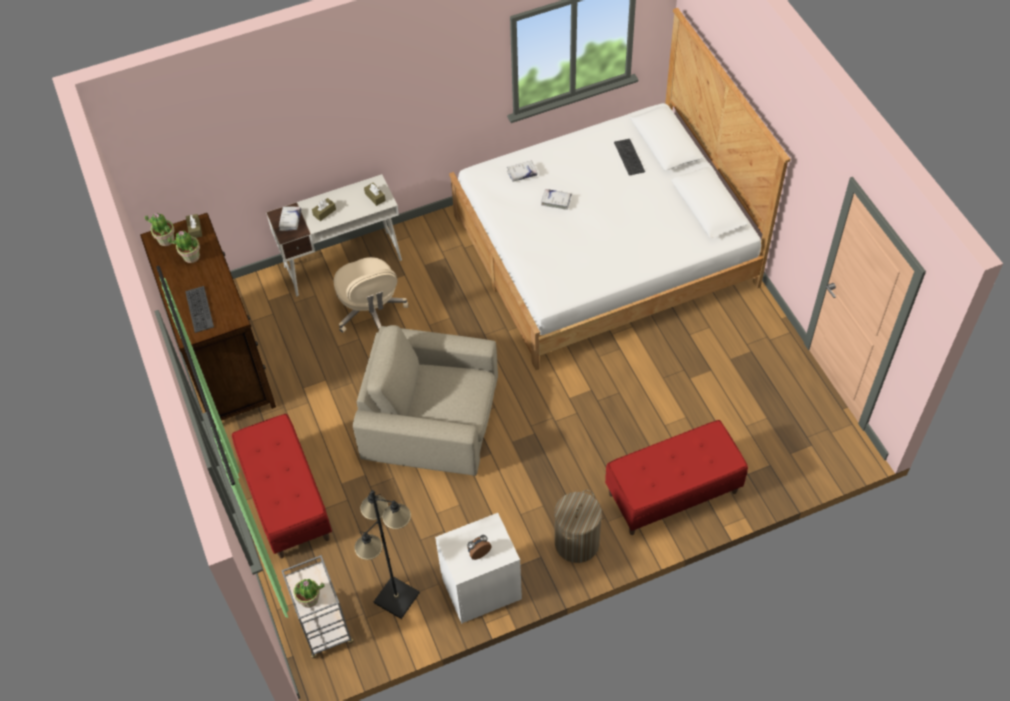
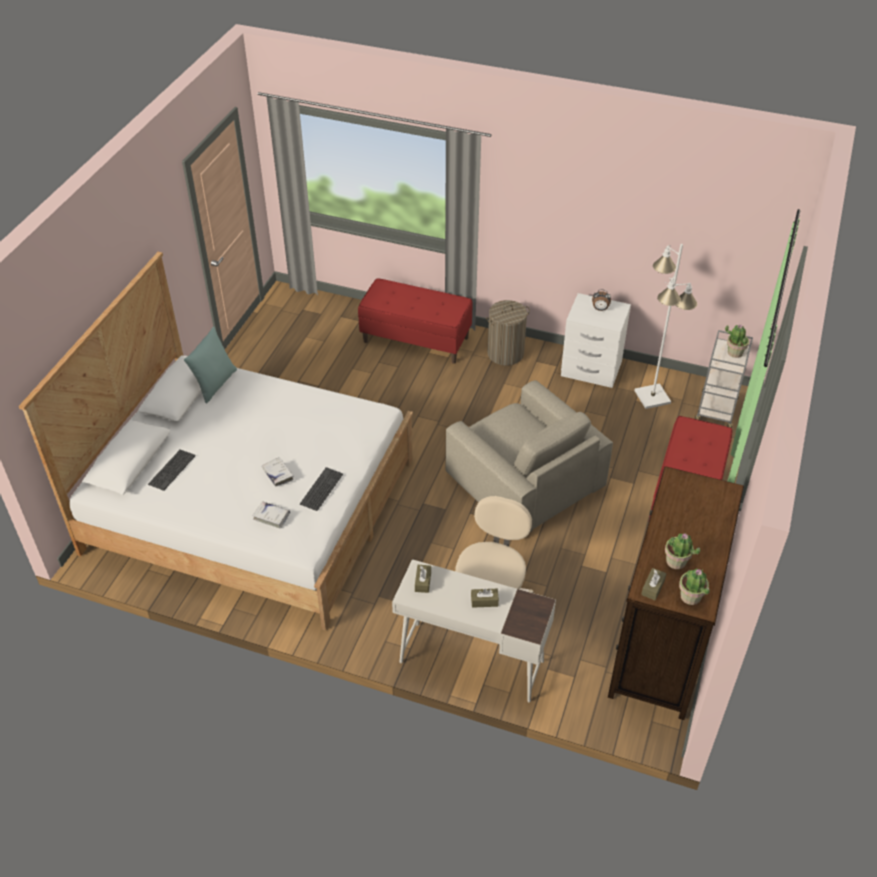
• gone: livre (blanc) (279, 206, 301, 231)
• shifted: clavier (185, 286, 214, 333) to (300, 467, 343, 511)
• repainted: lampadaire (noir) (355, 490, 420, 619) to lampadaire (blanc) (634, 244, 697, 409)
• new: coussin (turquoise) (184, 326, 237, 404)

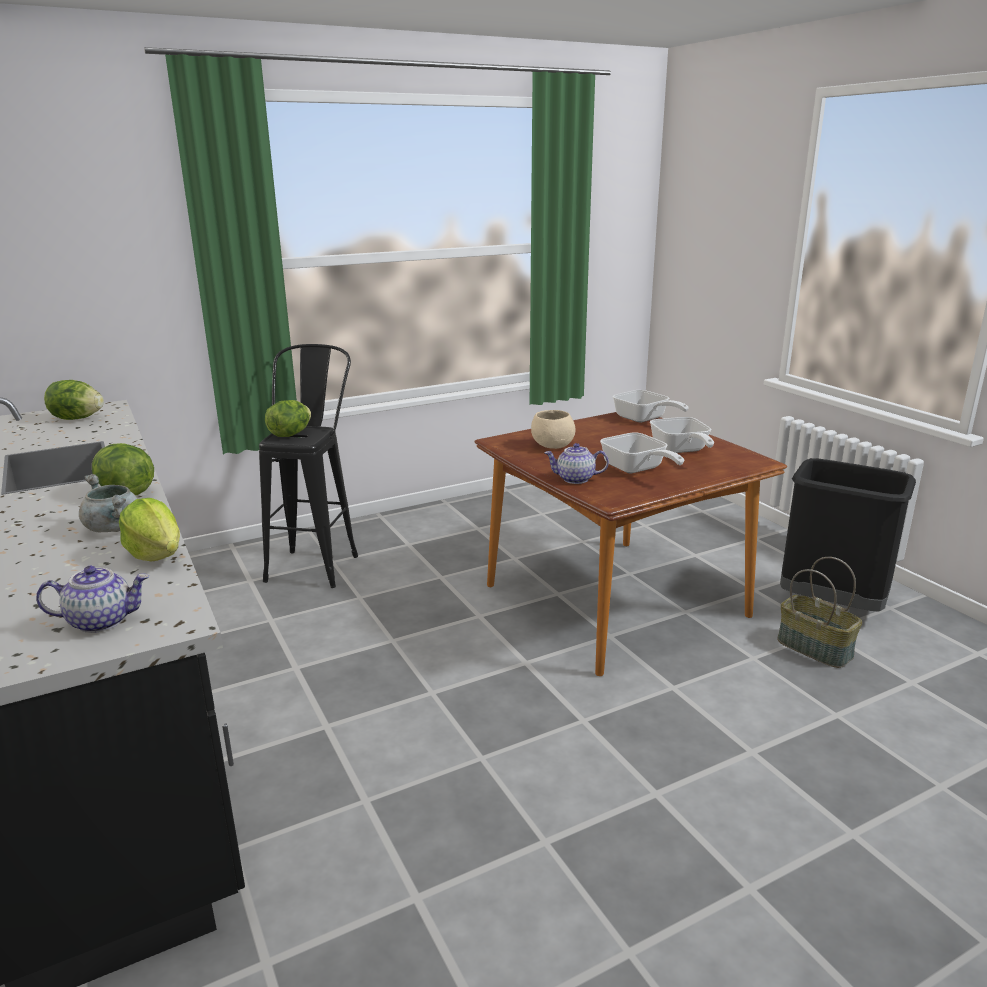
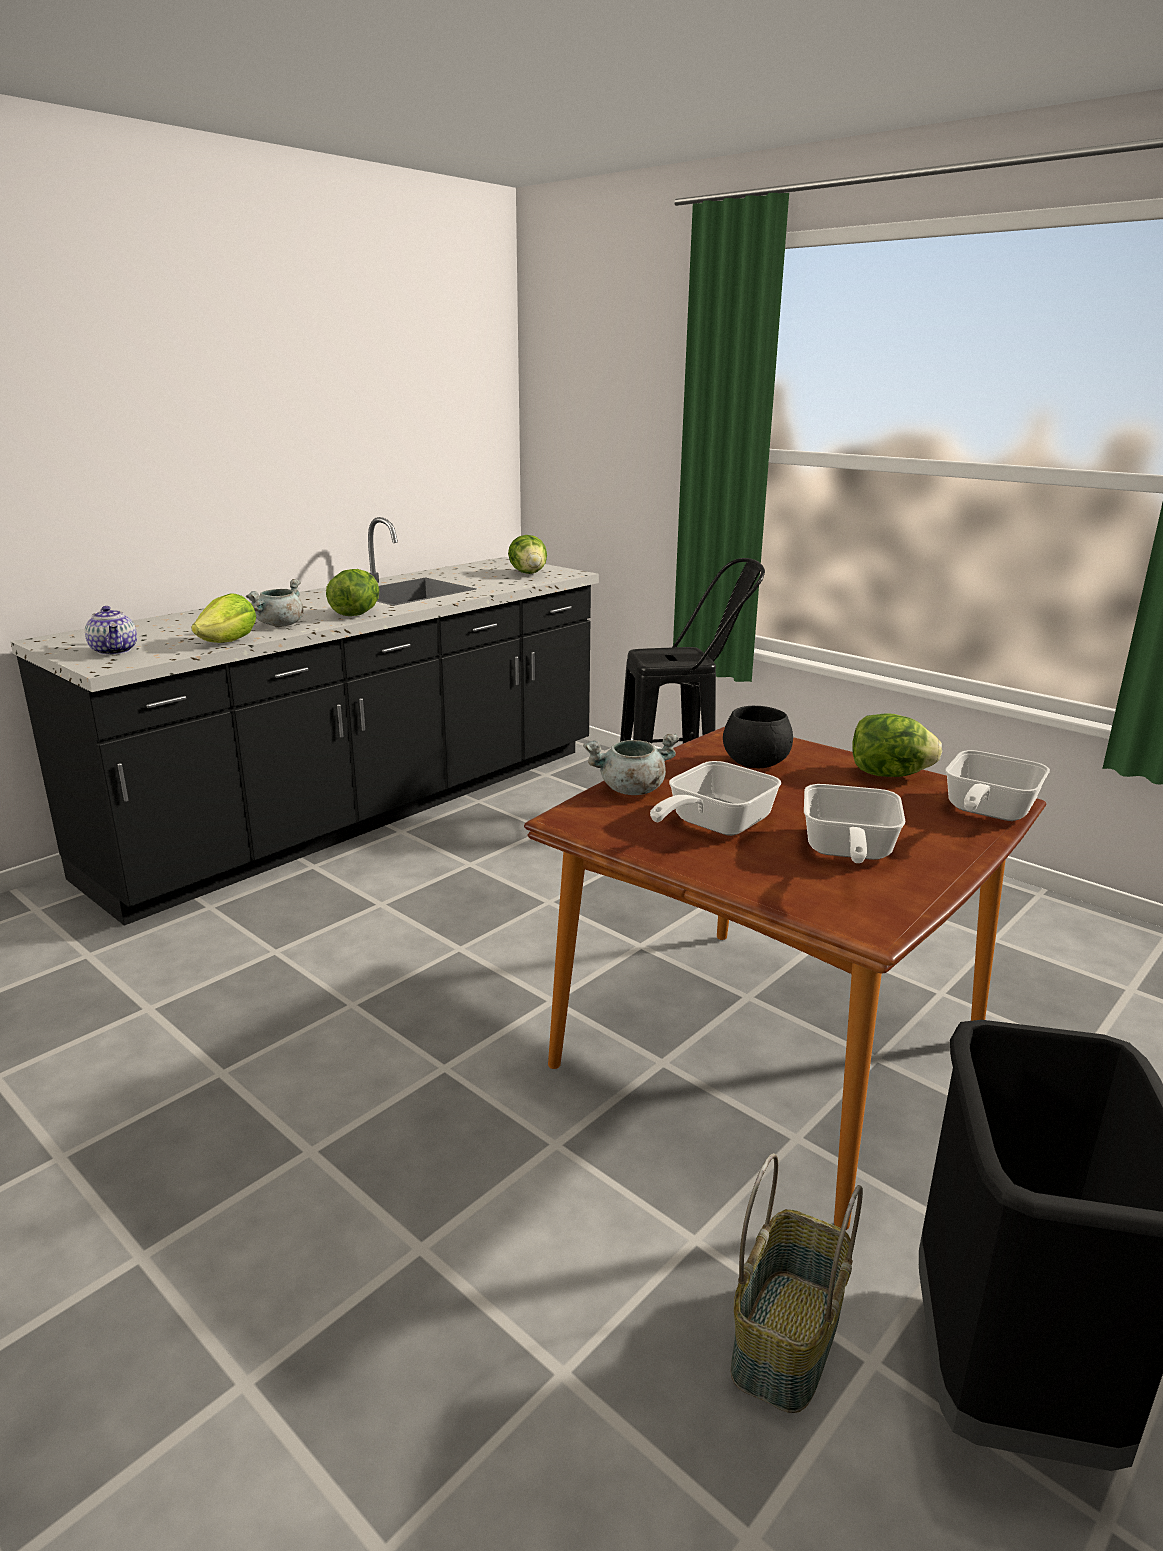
• shifted: laitue (265, 400, 311, 437) to (853, 713, 942, 777)
• repainted: bol (beige) (531, 410, 575, 449) to bol (noir) (723, 706, 793, 768)
• rotated: poêle (650, 417, 714, 453) = (804, 784, 906, 863) 45 degrees counterclockwise
• swapped: théière (544, 443, 609, 484) to marmite (gris) (583, 734, 679, 795)

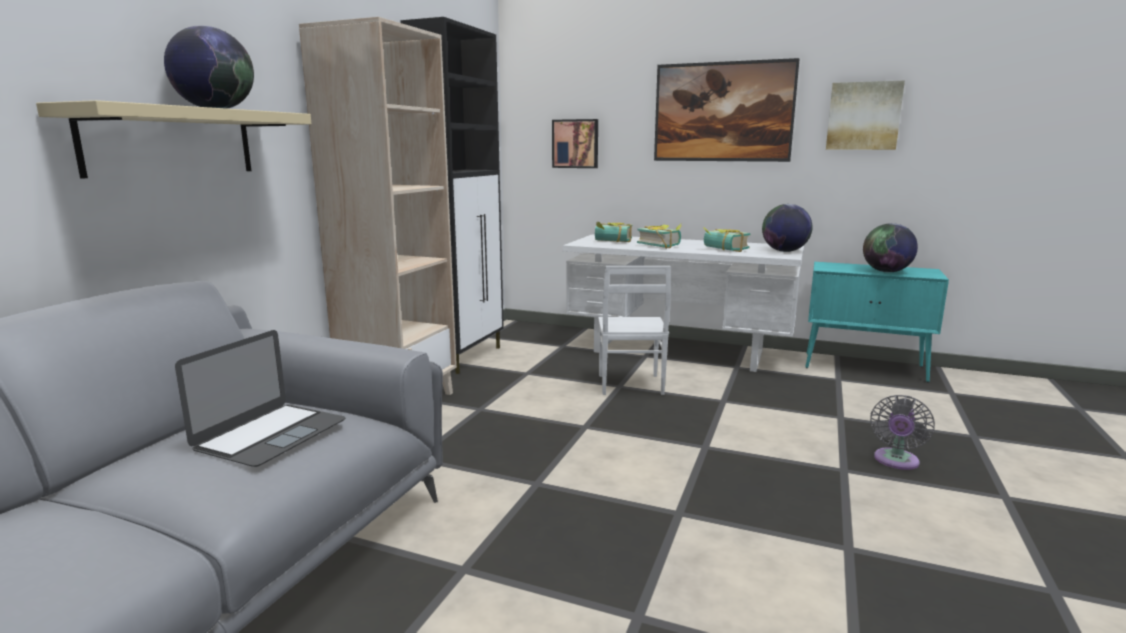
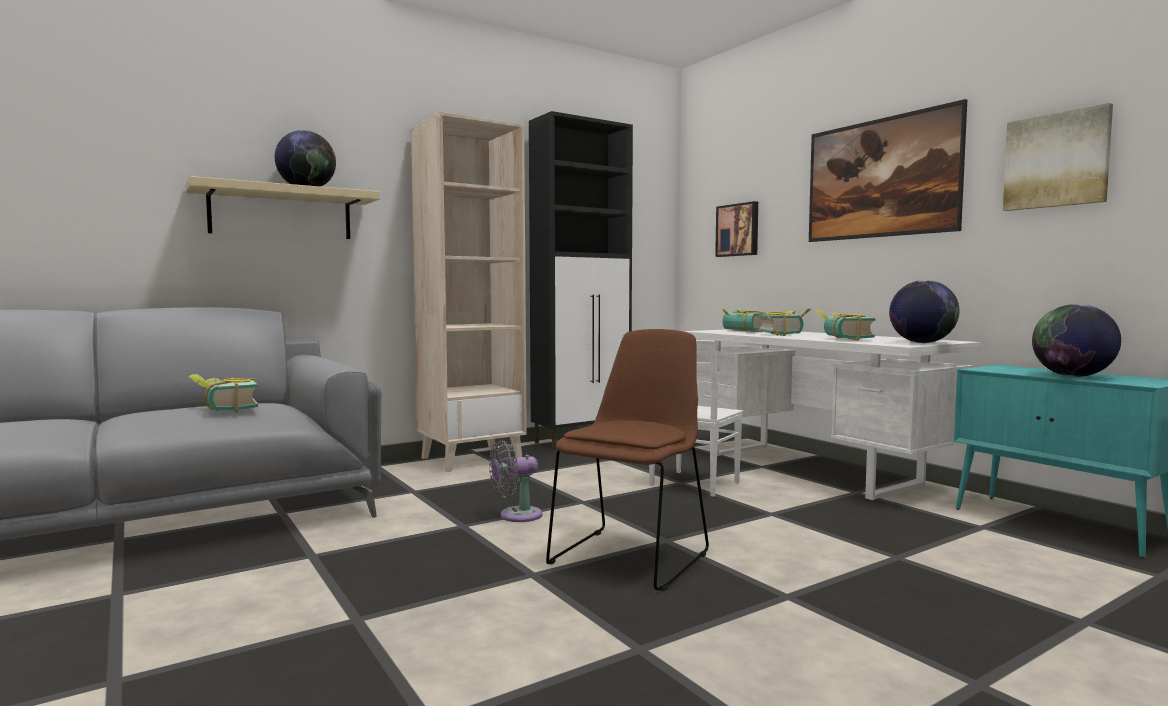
• swapped: ordinateur portable (175, 330, 345, 467) to livre (188, 374, 258, 413)
• shifted: ventilateur (gris) (870, 395, 935, 470) to (489, 440, 542, 522)
• new: chaise (marron) (546, 329, 709, 591)

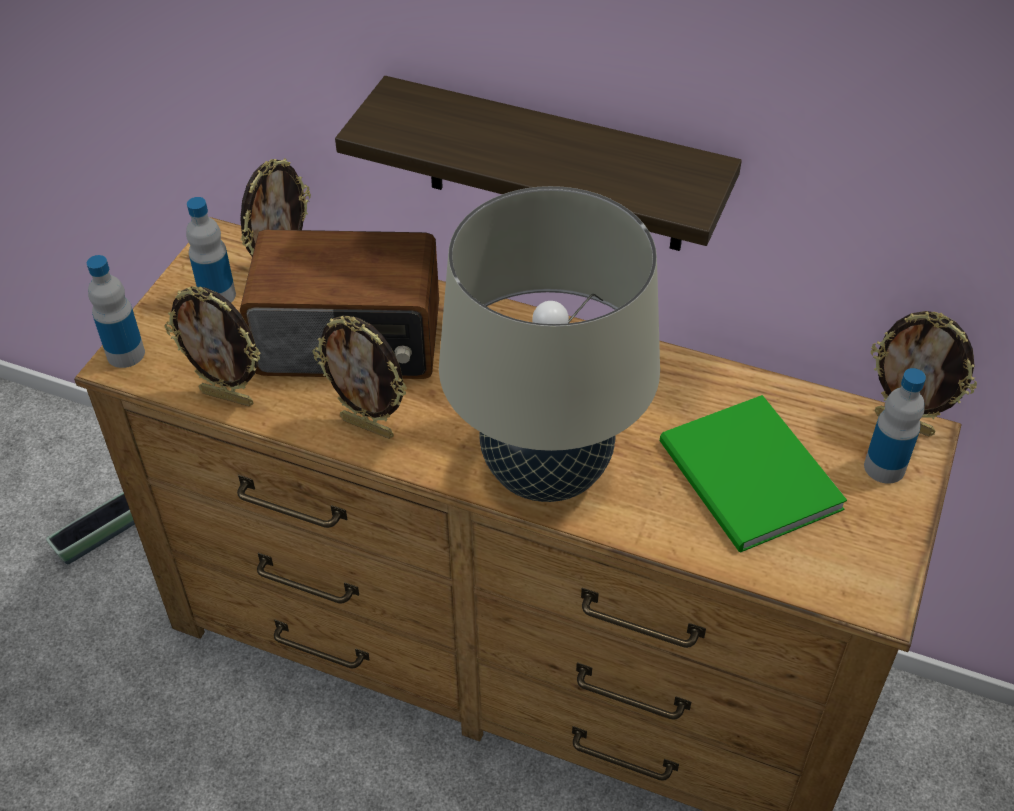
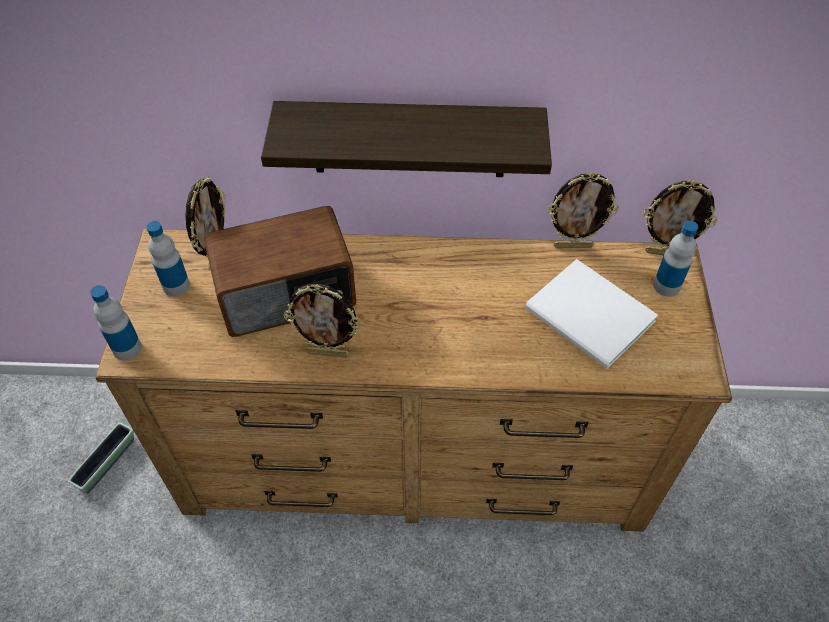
• gone: lampe de table (beige) (439, 186, 660, 502)
• shifted: cadre photo (164, 286, 260, 407) to (548, 172, 619, 248)
• repainted: livre (vert) (660, 395, 847, 552) to livre (blanc) (525, 259, 658, 369)

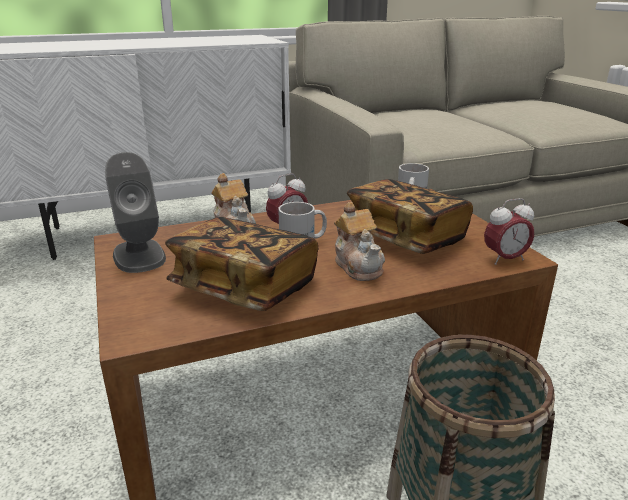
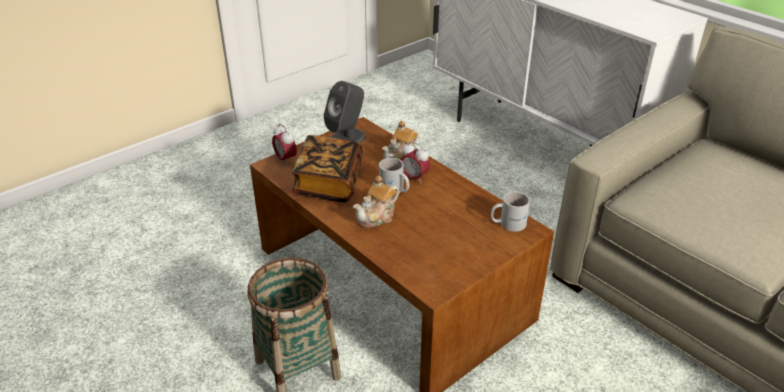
• gone: livre (347, 179, 473, 254)
• shifted: réveil (484, 198, 534, 265) to (272, 123, 297, 166)

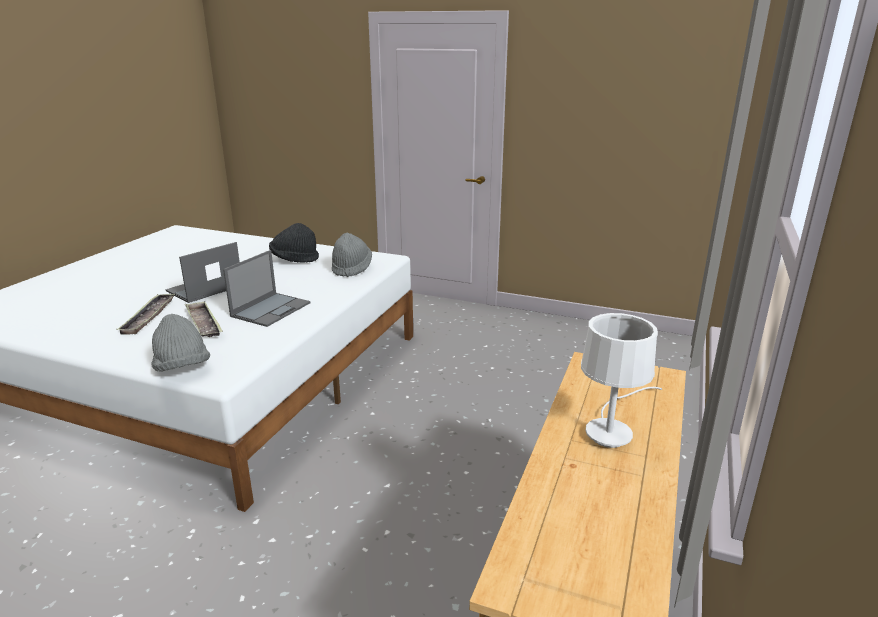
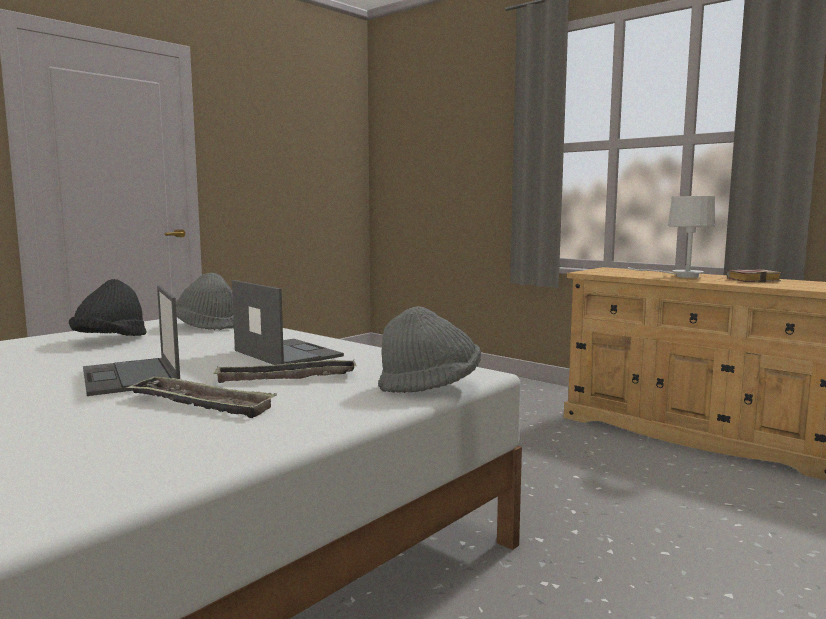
• new: livre (727, 270, 781, 283)

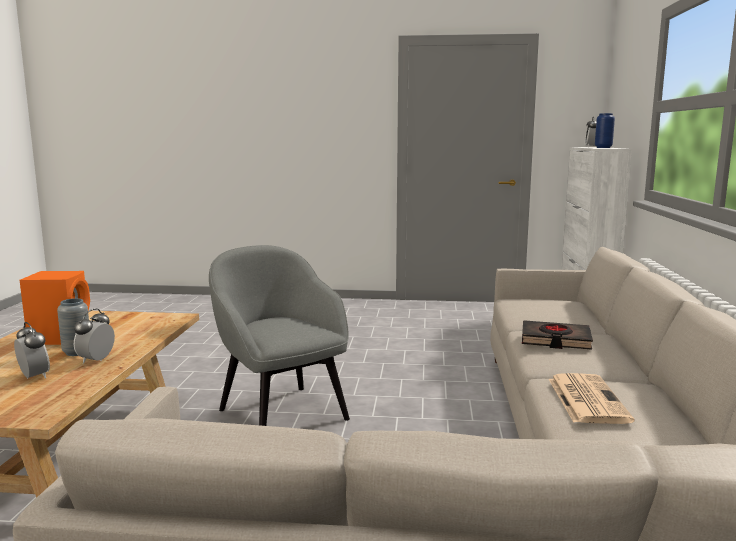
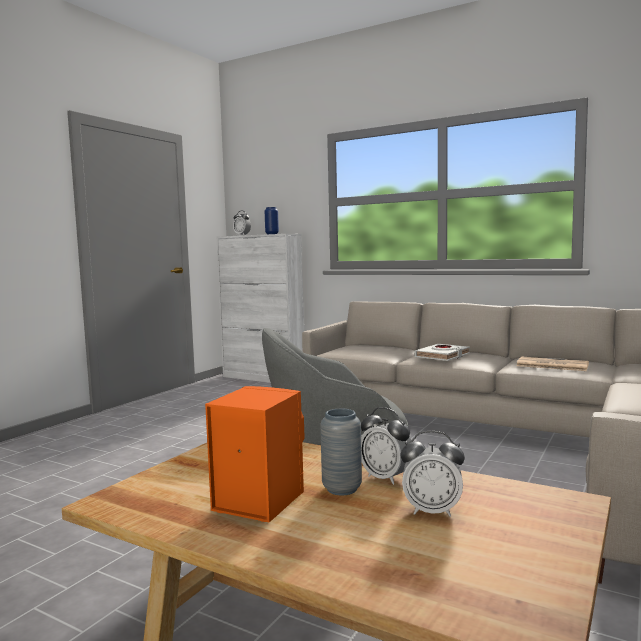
• repainted: livre (noir) (522, 320, 593, 350) to livre (blanc) (414, 344, 470, 361)
• rotated: réveil (14, 322, 50, 379) = (400, 431, 465, 517) 150 degrees counterclockwise

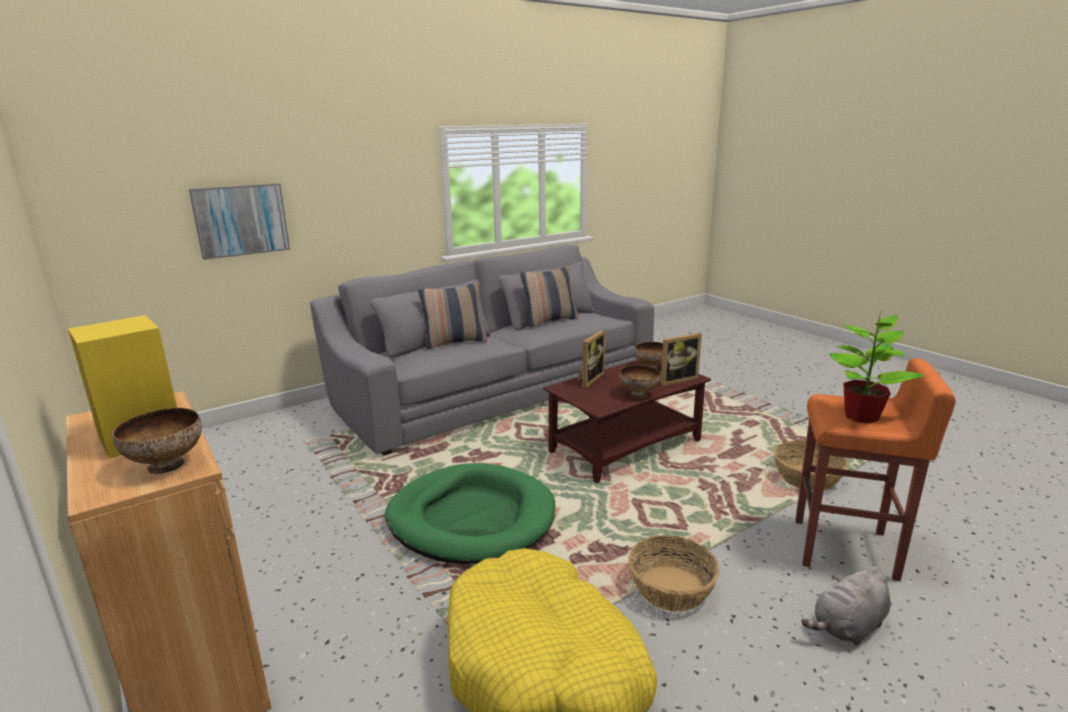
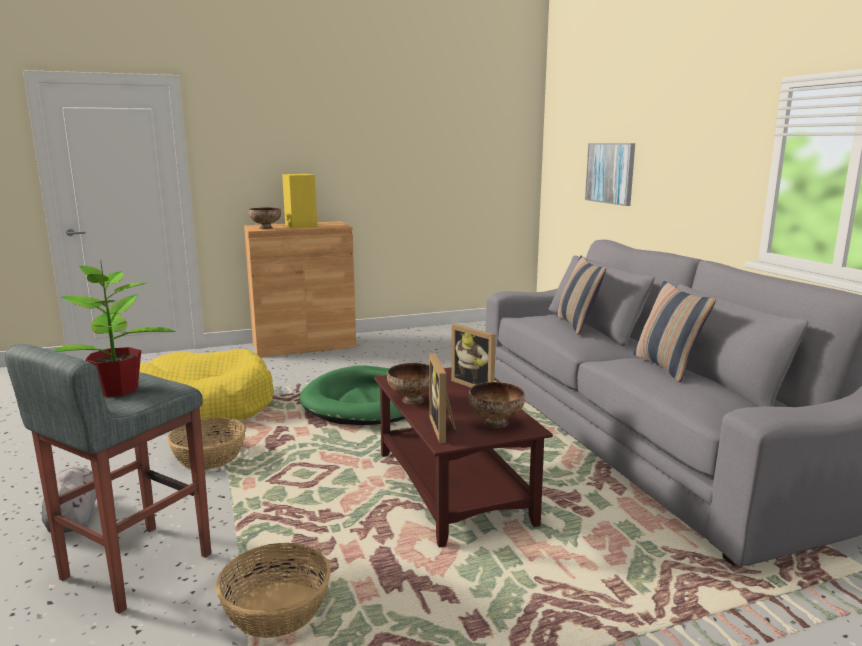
• repainted: tabouret (orange) (795, 358, 956, 581) to tabouret (gris) (5, 344, 211, 614)

